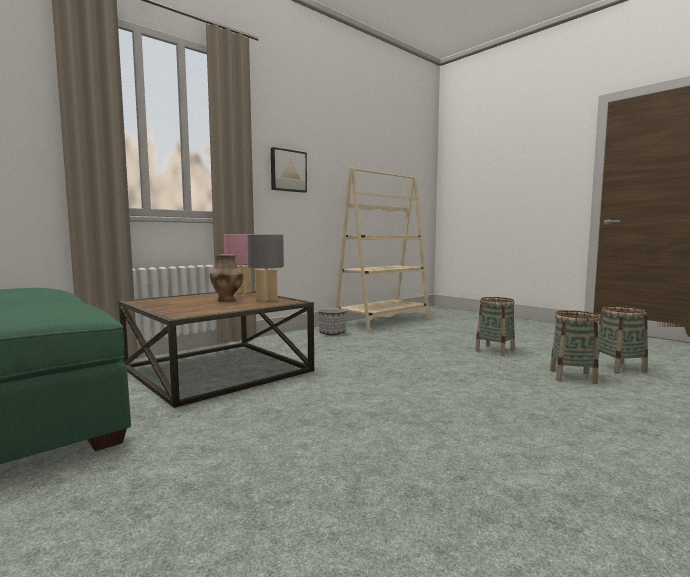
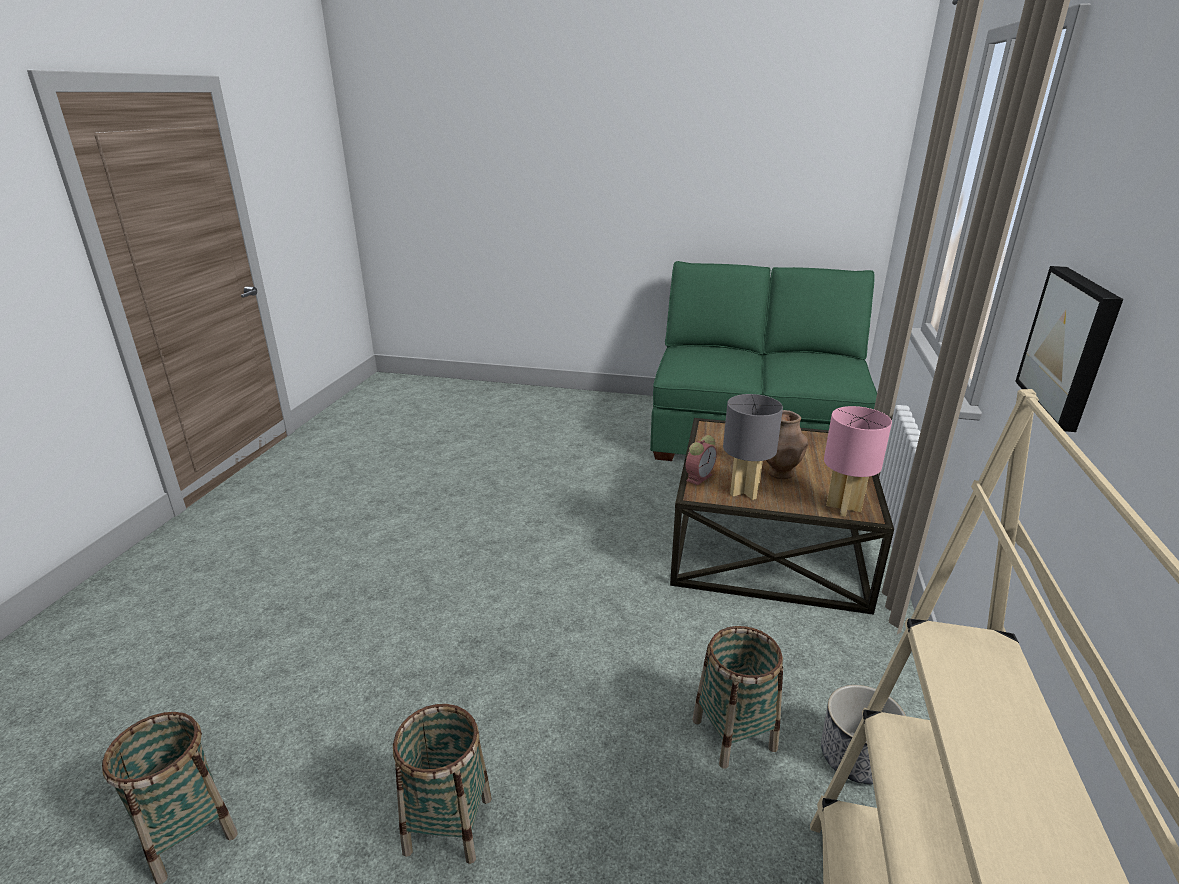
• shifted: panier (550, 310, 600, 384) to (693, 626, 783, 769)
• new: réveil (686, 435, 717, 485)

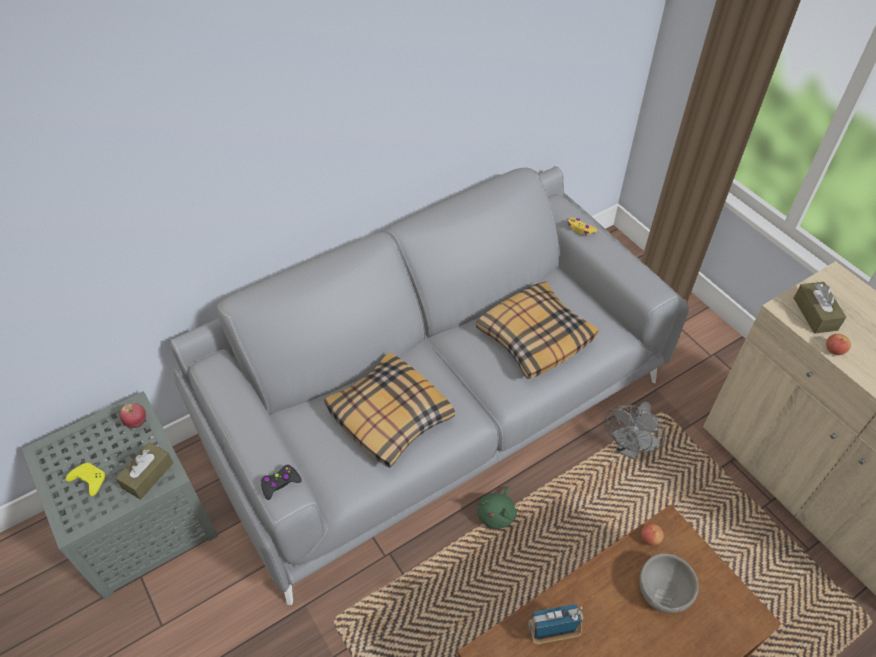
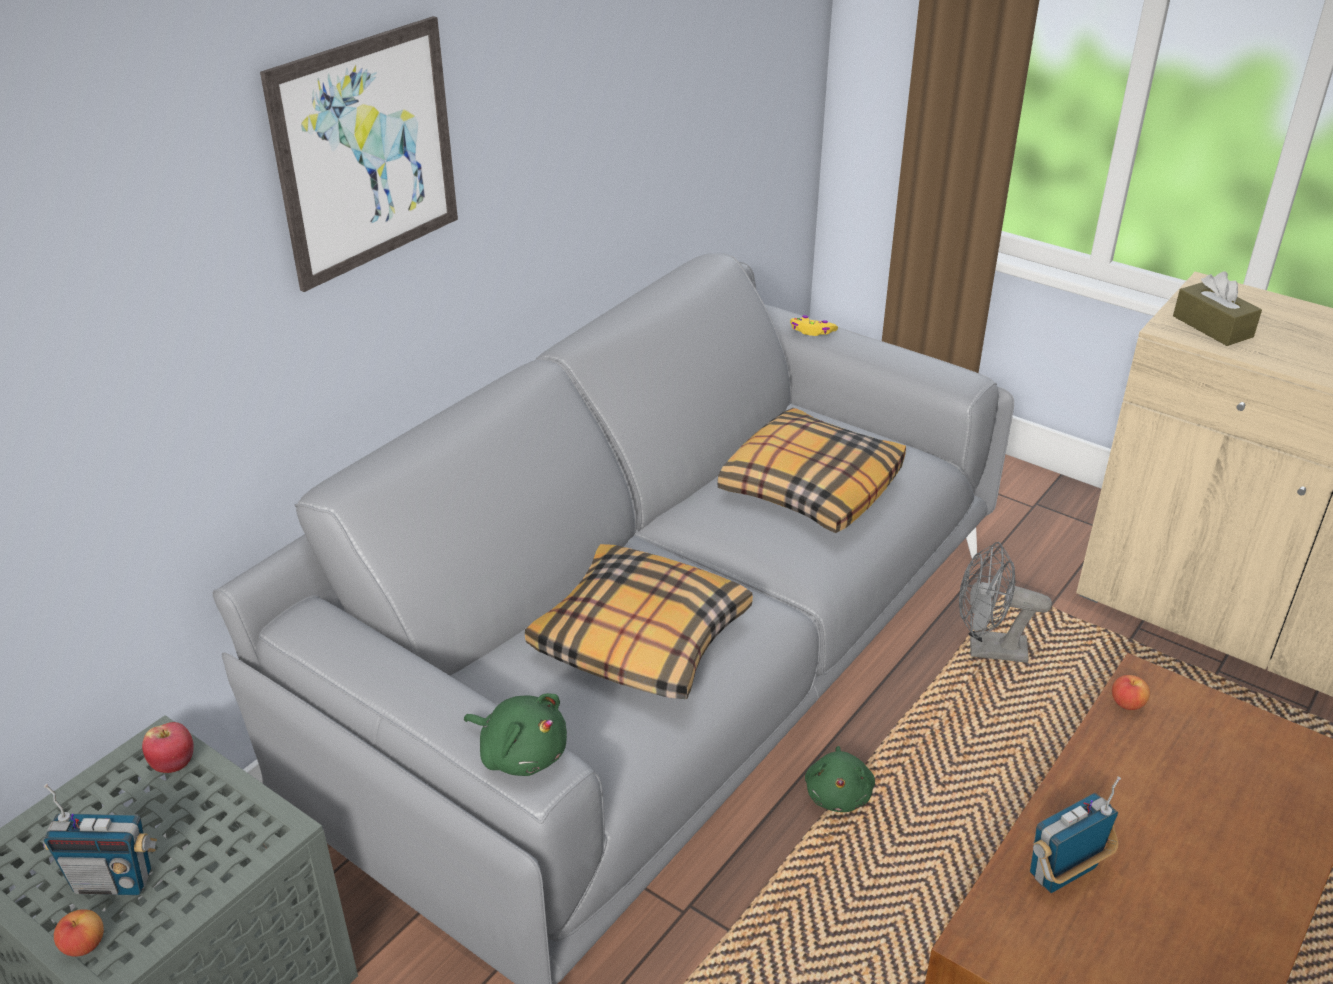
• shifted: pomme (826, 334, 851, 355) to (54, 909, 104, 956)
• rotated: ventilateur (gris) (605, 402, 665, 460) = (959, 542, 1052, 663) 90 degrees clockwise
• gone: boîte à mouchoirs (marron) (115, 442, 173, 500)
• swapped: manette (jaune) (66, 463, 105, 496) to radio (43, 784, 157, 895)
• swapped: manette (noir) (261, 464, 302, 500) to peluche (vert) (464, 693, 567, 776)
• gone: bol (gris) (639, 553, 699, 613)
• new: tableau (260, 16, 458, 292)

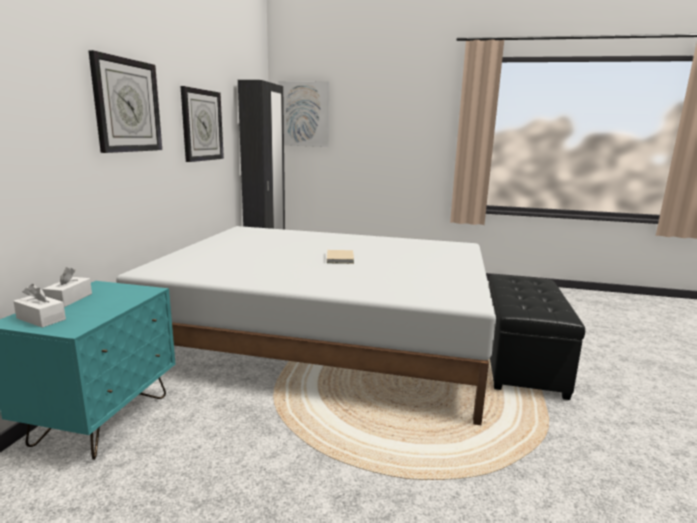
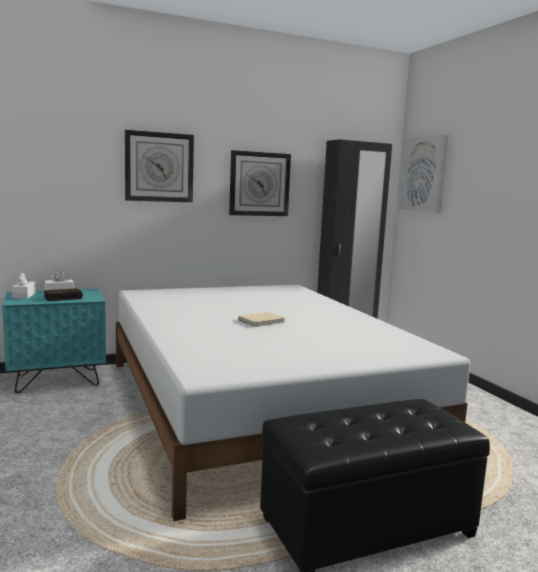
• new: réveil (44, 288, 83, 301)

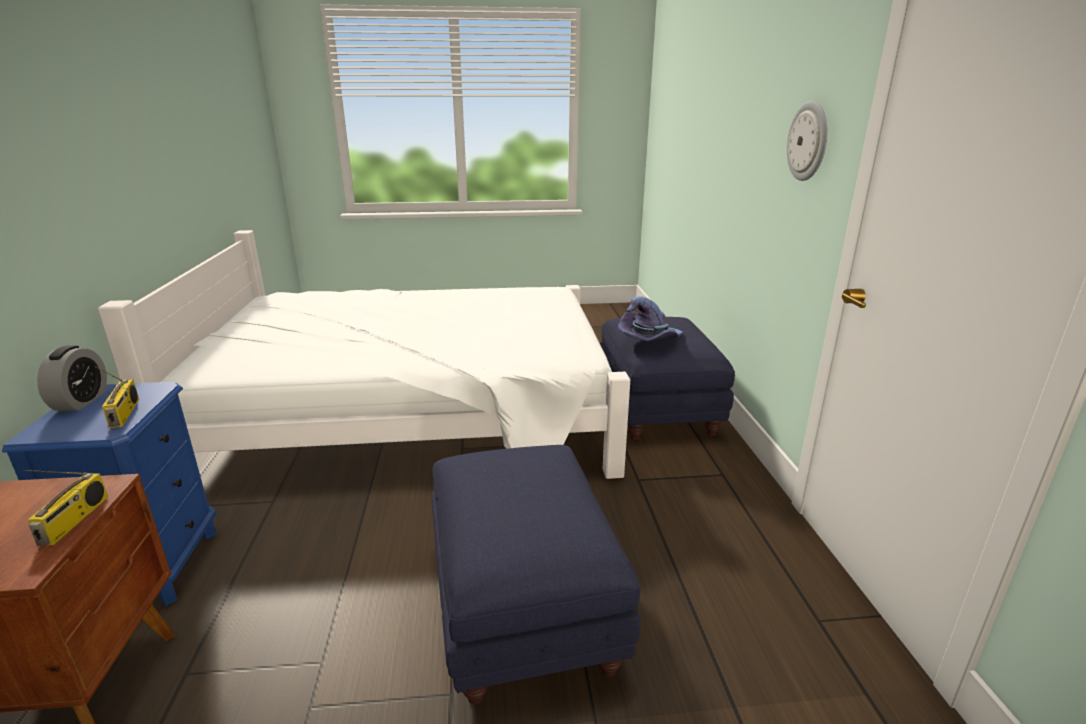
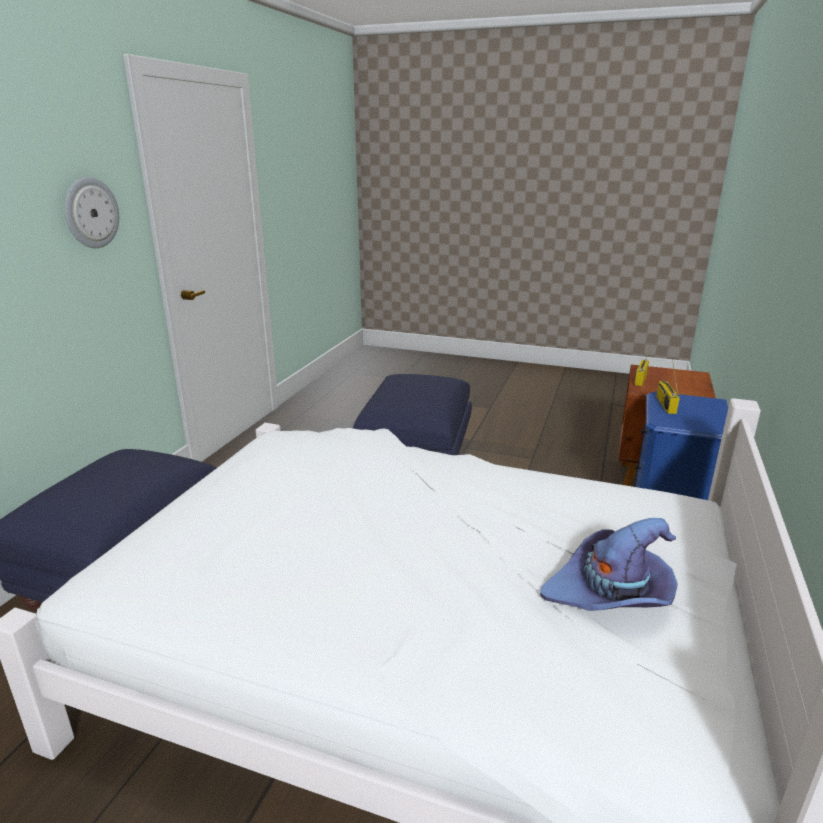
• shifted: chapeau (violet) (618, 296, 683, 341) to (540, 518, 678, 611)
• gone: réveil (37, 345, 107, 411)

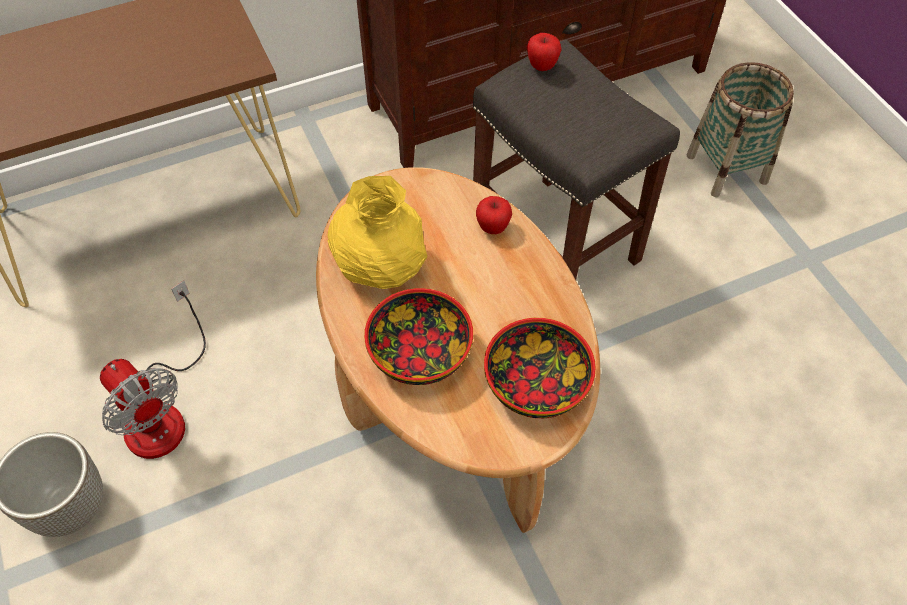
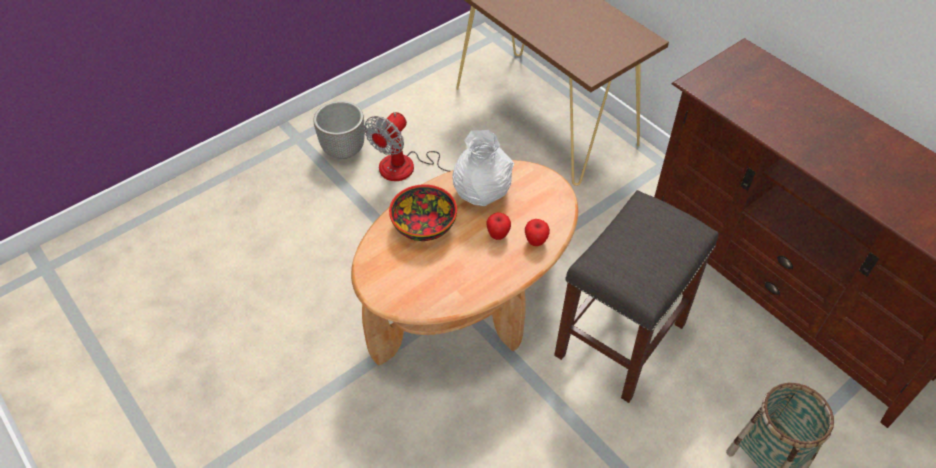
• shifted: pomme (527, 33, 562, 71) to (487, 213, 511, 240)
• repainted: vase (jaune) (328, 176, 427, 289) to vase (blanc) (453, 130, 514, 206)
• gone: bol (484, 318, 596, 418)

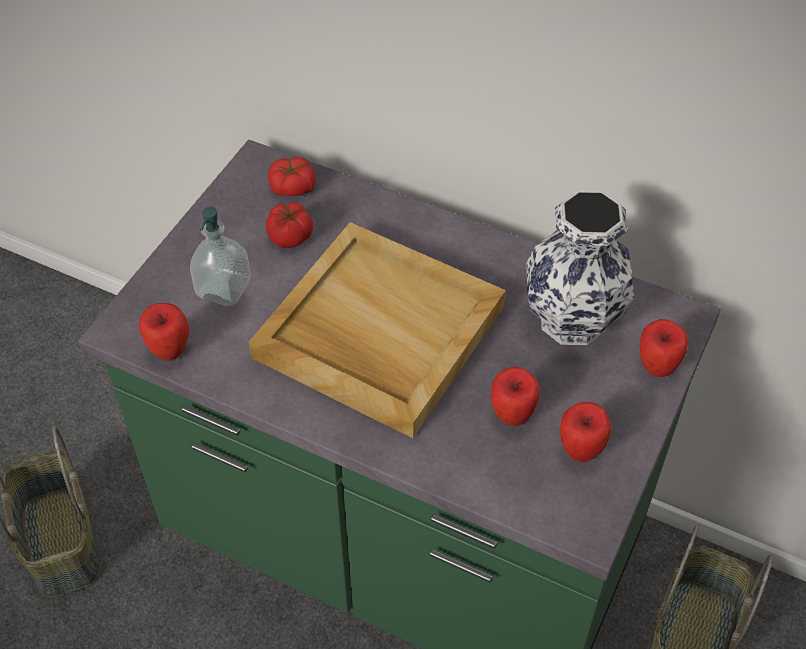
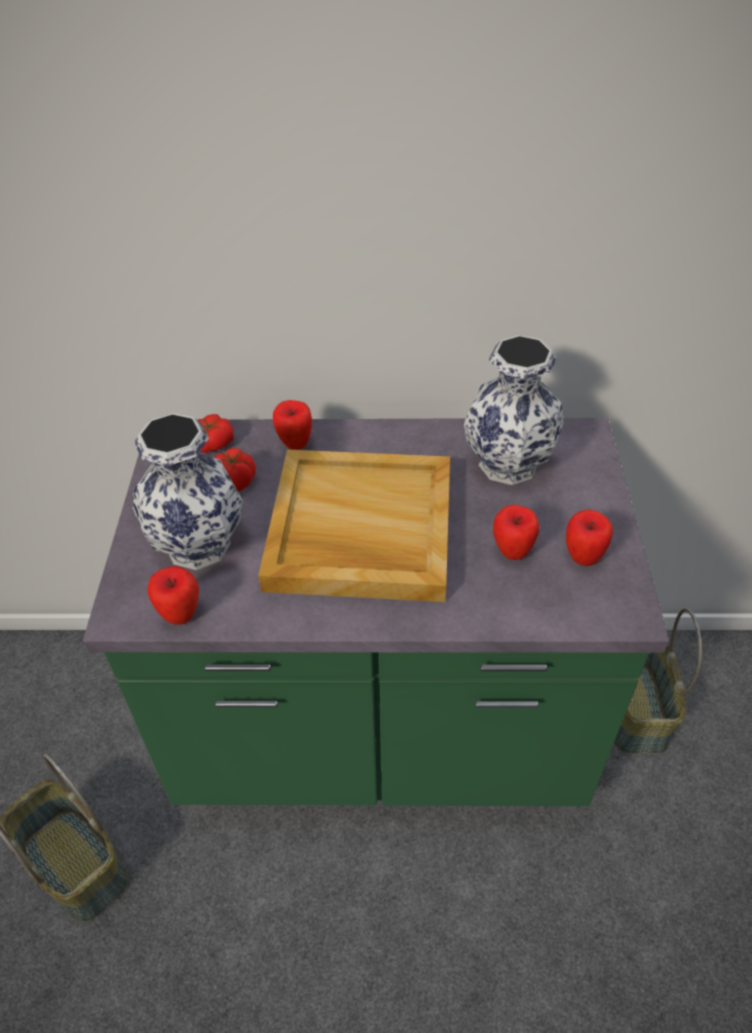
• swapped: distributeur de savon (190, 207, 251, 306) to vase (133, 413, 243, 570)
• shifted: pomme (640, 319, 688, 377) to (273, 400, 312, 450)

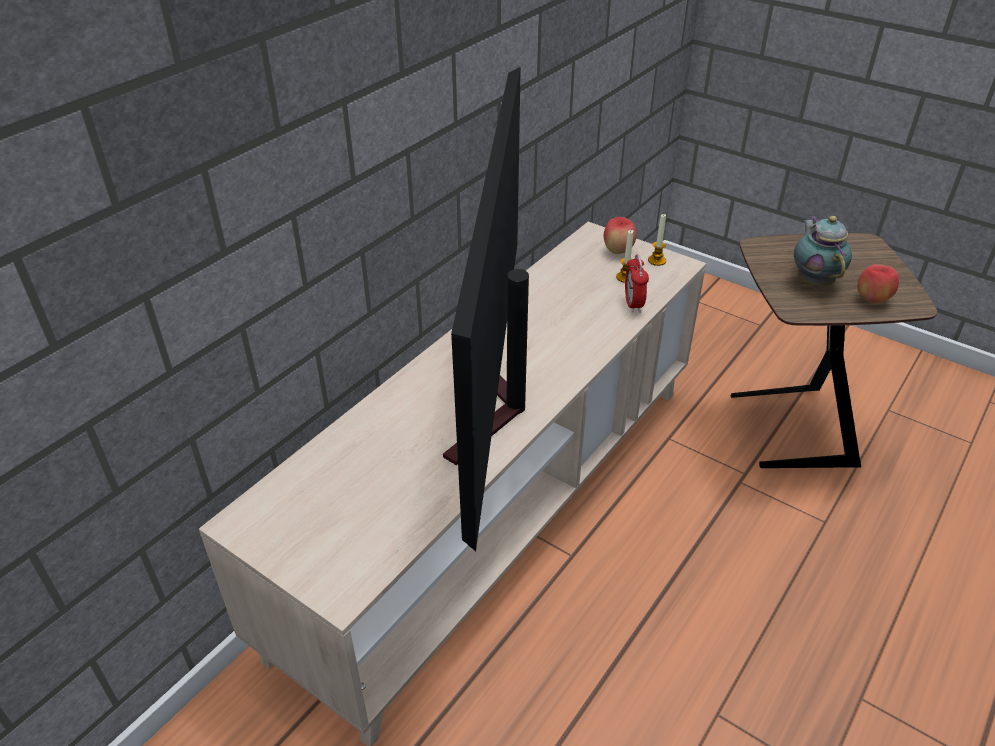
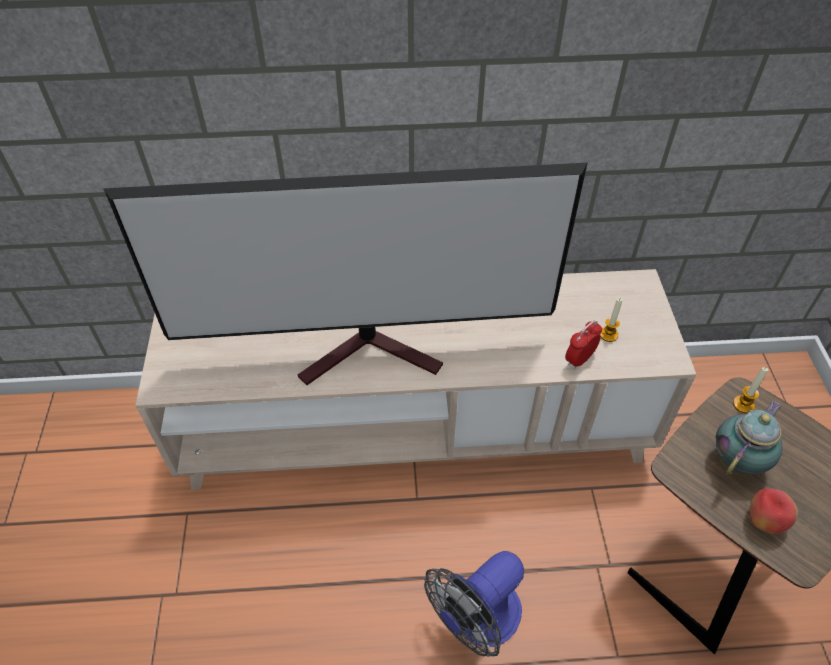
• rotated: téléviseur (443, 67, 529, 551) = (103, 162, 588, 385) 150 degrees counterclockwise
• shifted: bougie (648, 214, 666, 266) to (733, 367, 769, 413)
• gone: pomme (604, 217, 637, 254)
• new: ventilateur (424, 551, 524, 657)

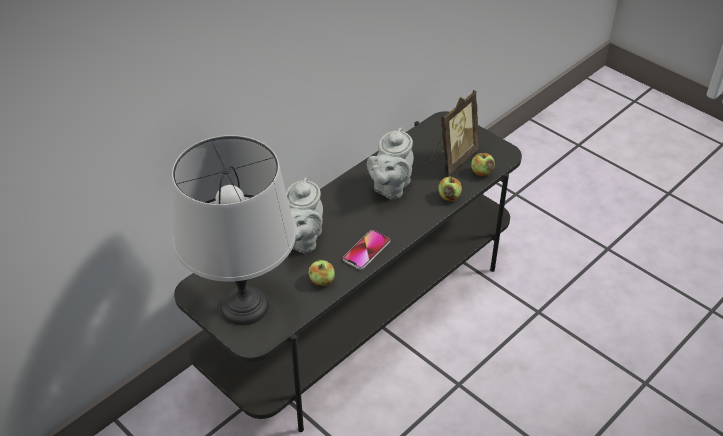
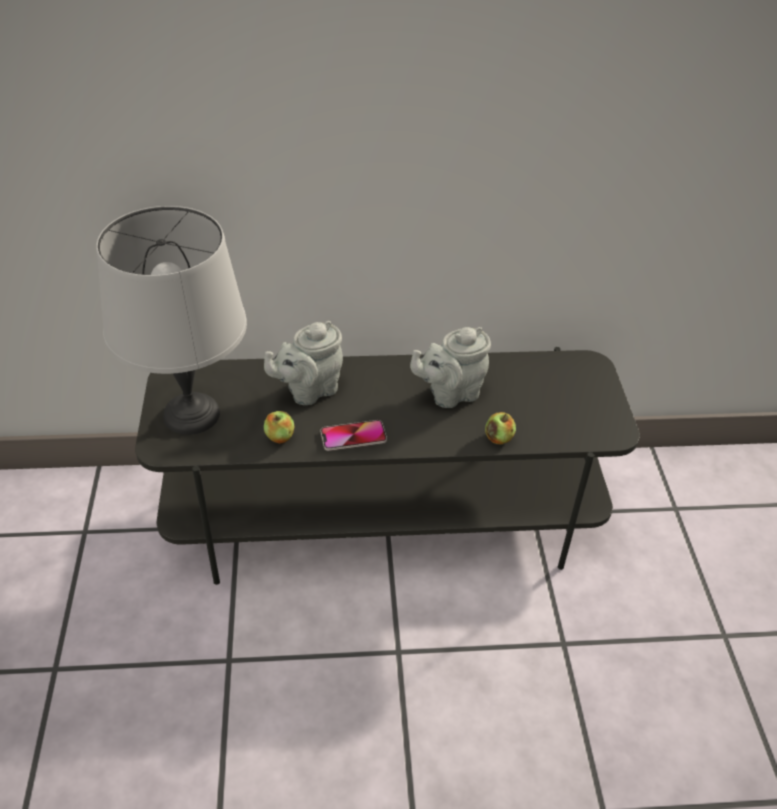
• gone: cadre photo (430, 90, 479, 175)
• gone: pomme (471, 152, 495, 176)

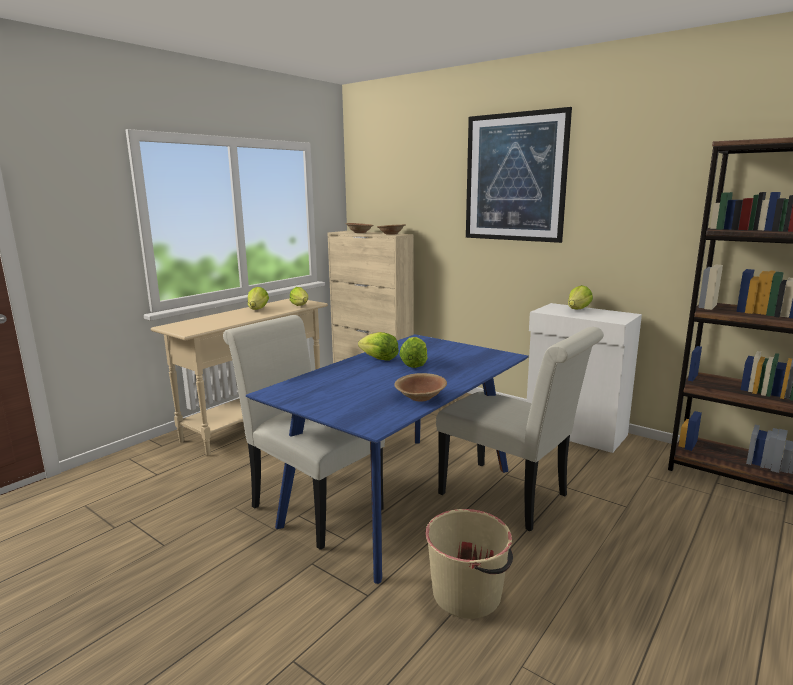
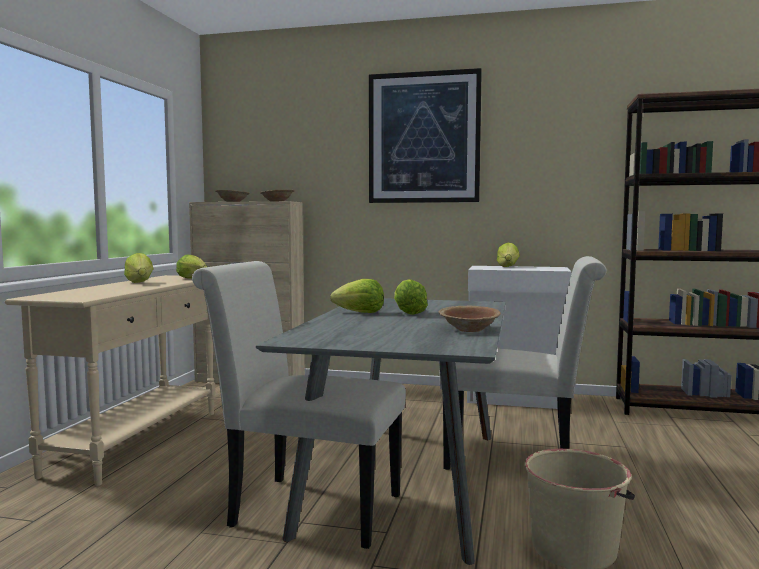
• repainted: table à manger (bleu) (246, 334, 529, 584) to table à manger (gris) (256, 298, 506, 565)

